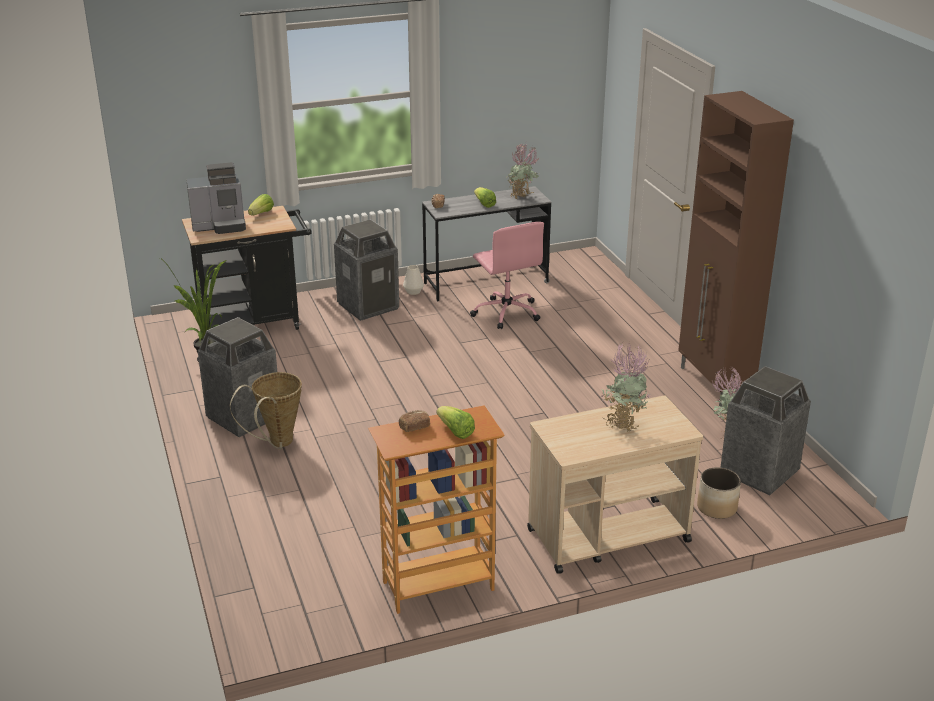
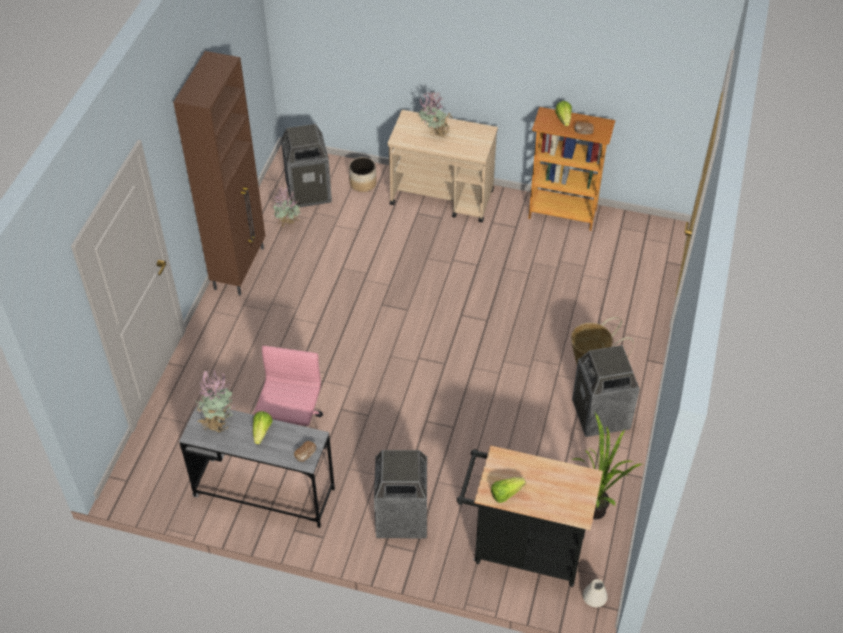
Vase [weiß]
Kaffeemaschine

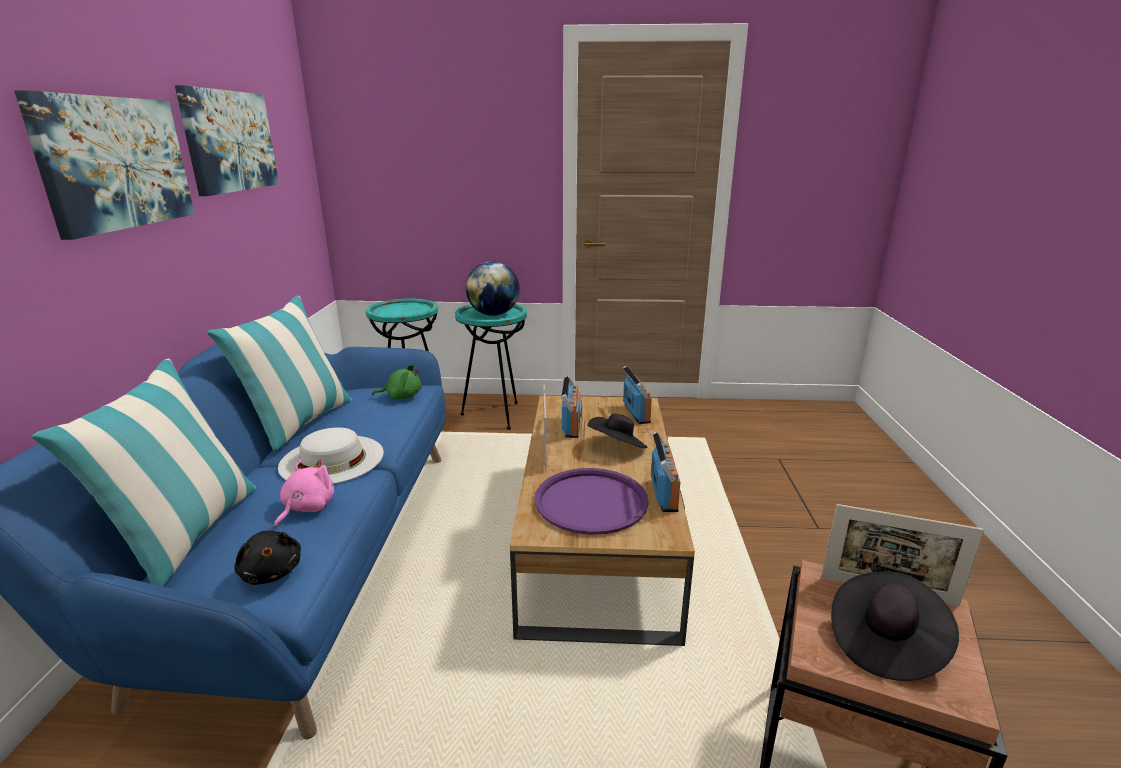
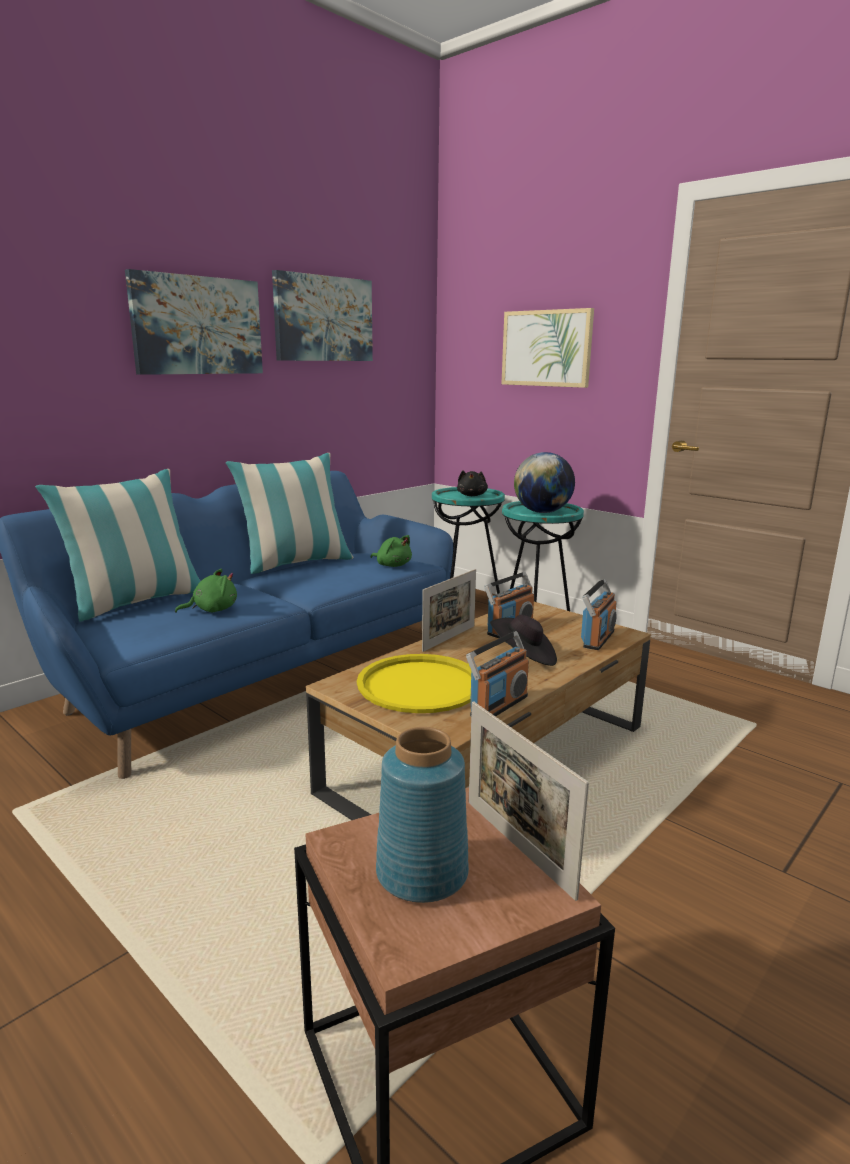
Plüschtier [grün] (no. 1 from left)
Tablett [gelb]
Vase [blau]
Plüschtier [schwarz]
Bild (no. 3 from left)
Hut [weiß]

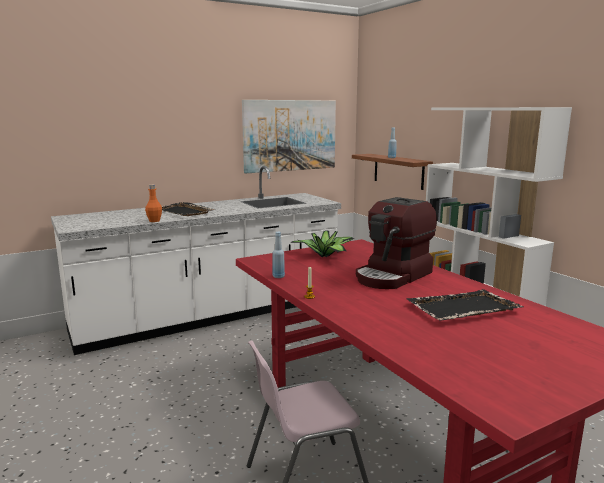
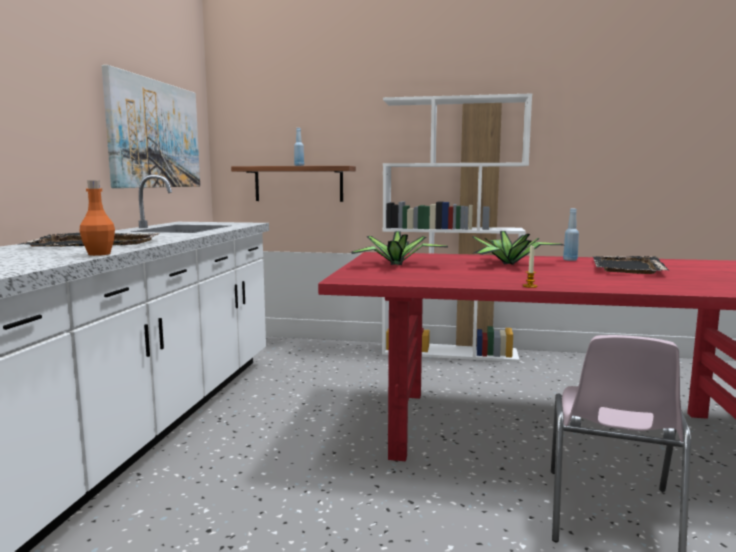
Topfpflanze (no. 2 from left)
Flasche [blau] (no. 2 from left)

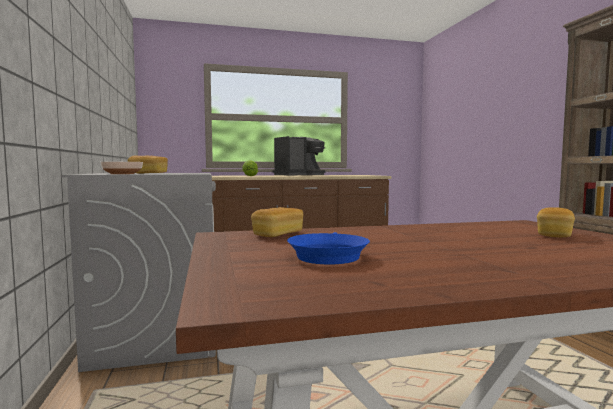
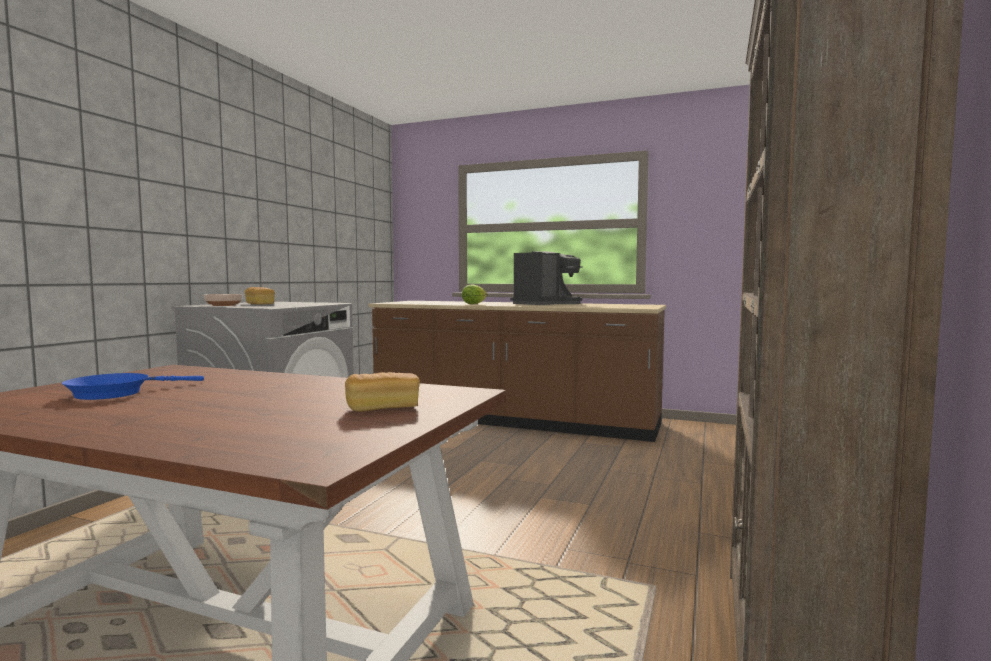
Kaffeemaschine
Brot (no. 2 from left in the first image)

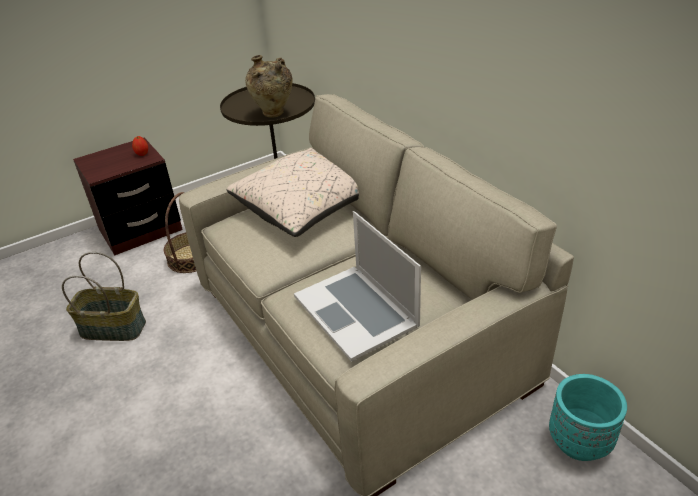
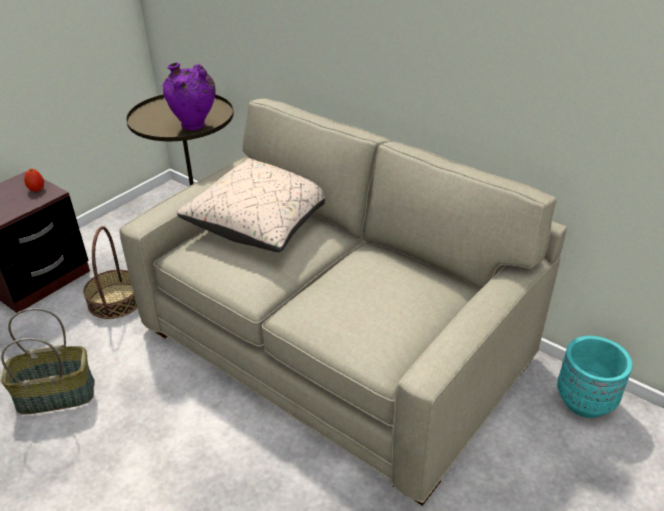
Vase [lila]
Laptop

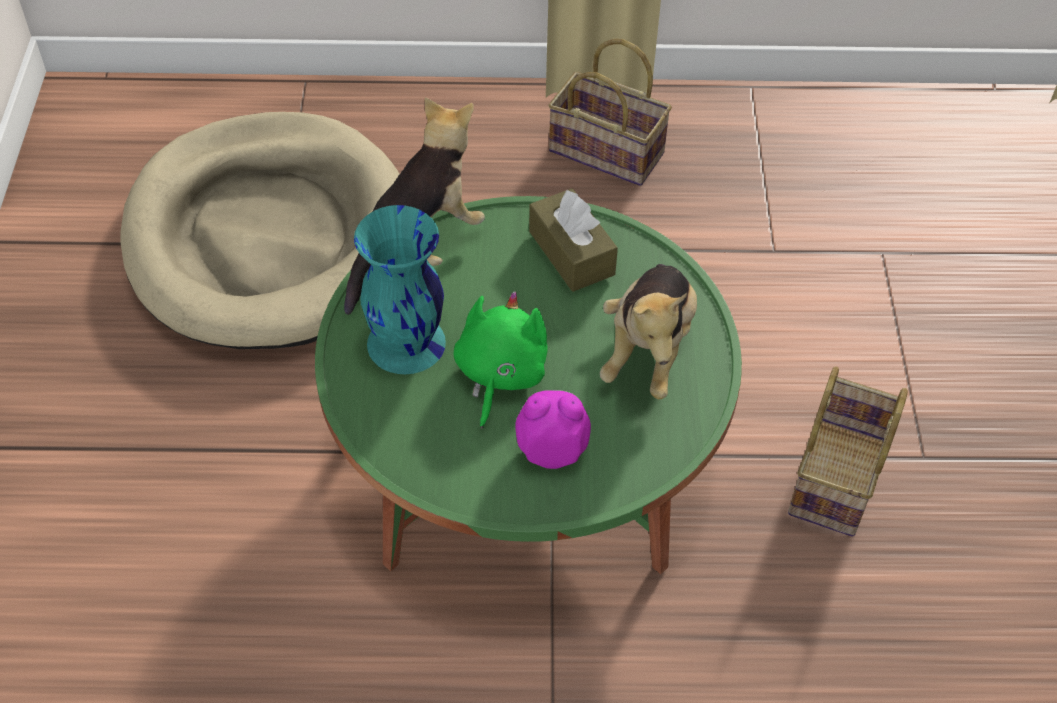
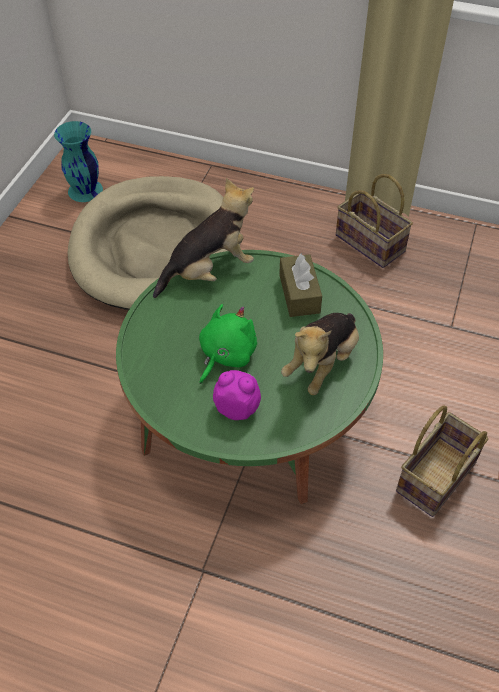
Vase [türkis]

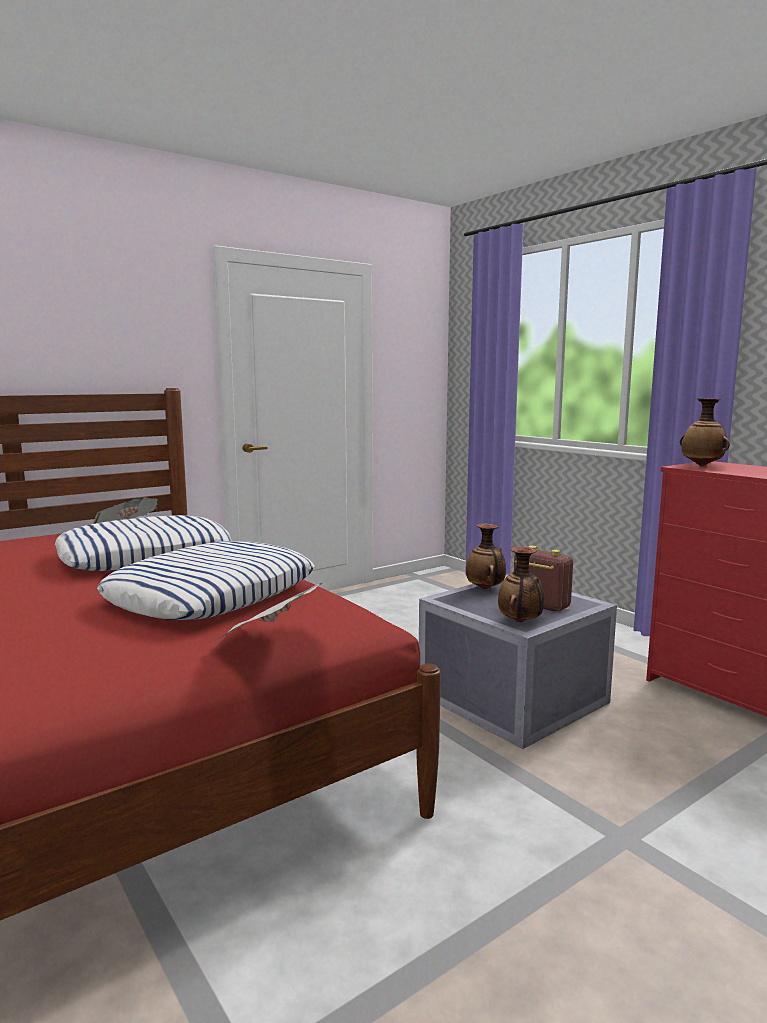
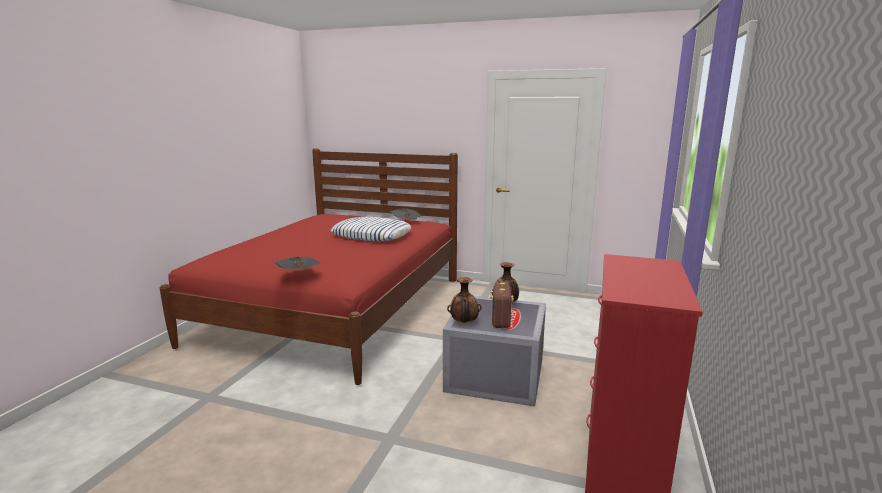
Kissen (no. 2 from left in the first image)
Vase (no. 3 from left in the first image)

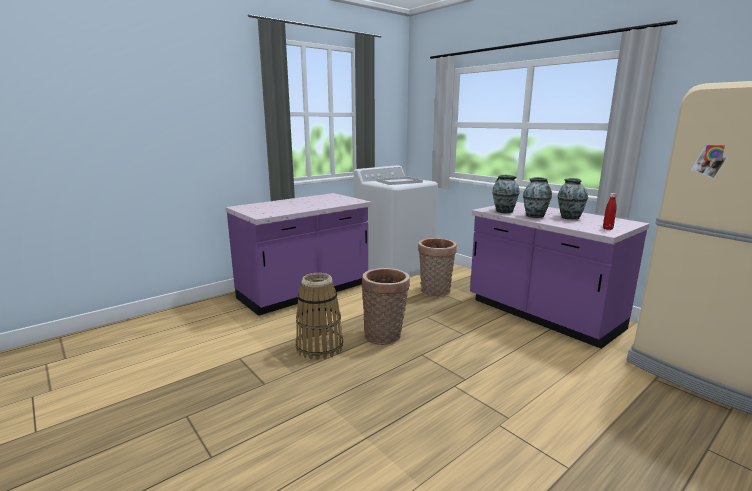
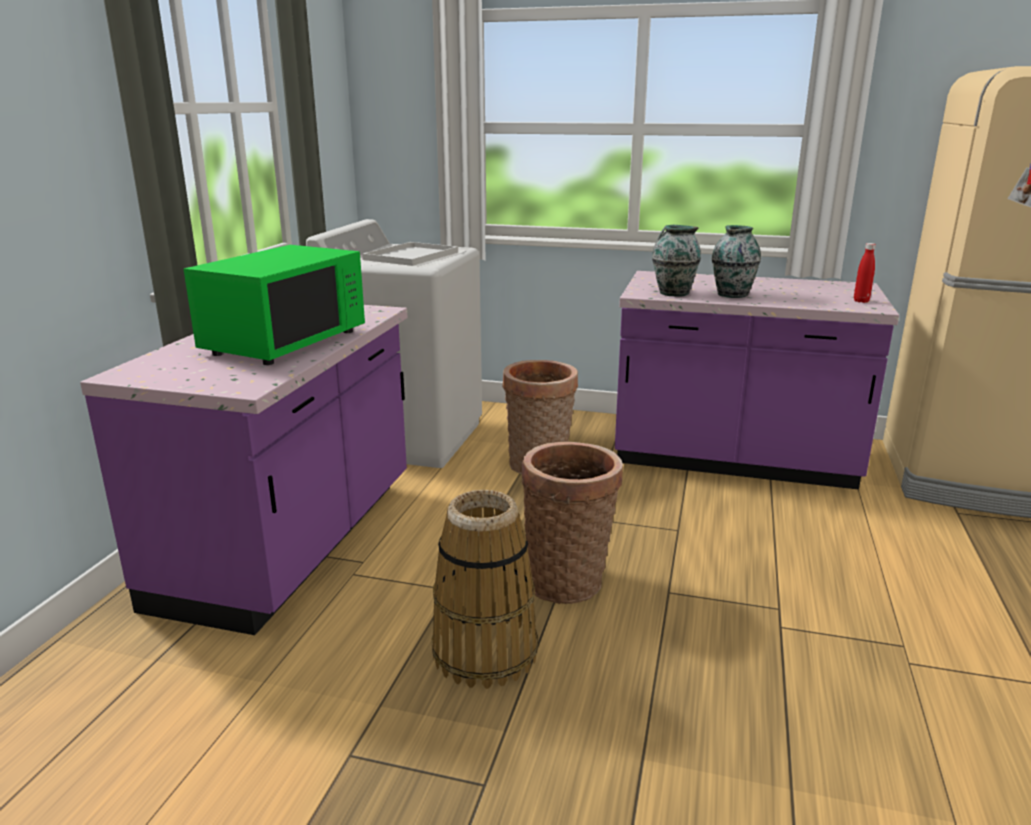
Mikrowelle [grün]
Vase (no. 3 from left in the first image)

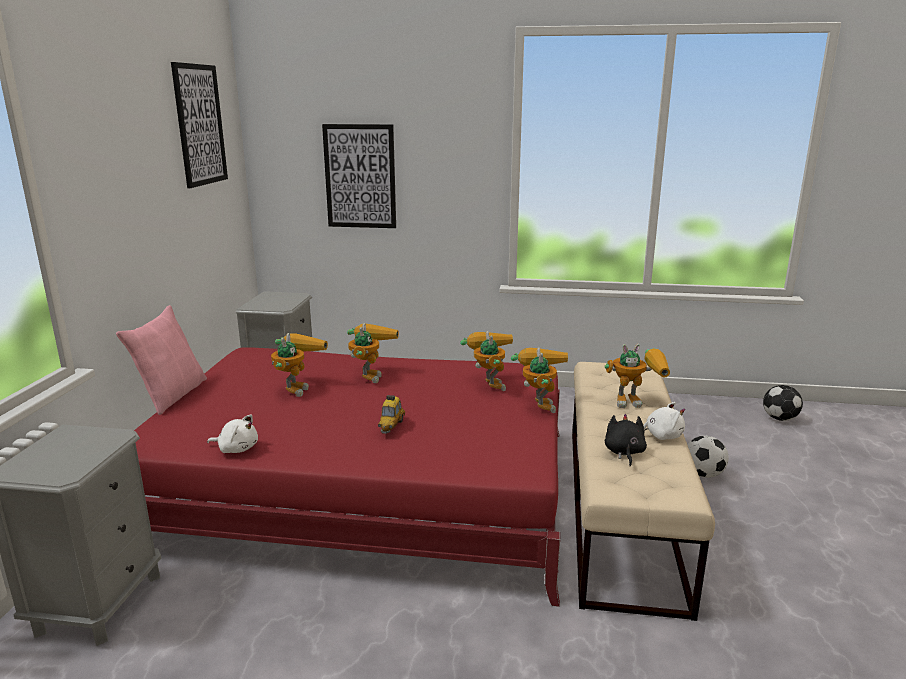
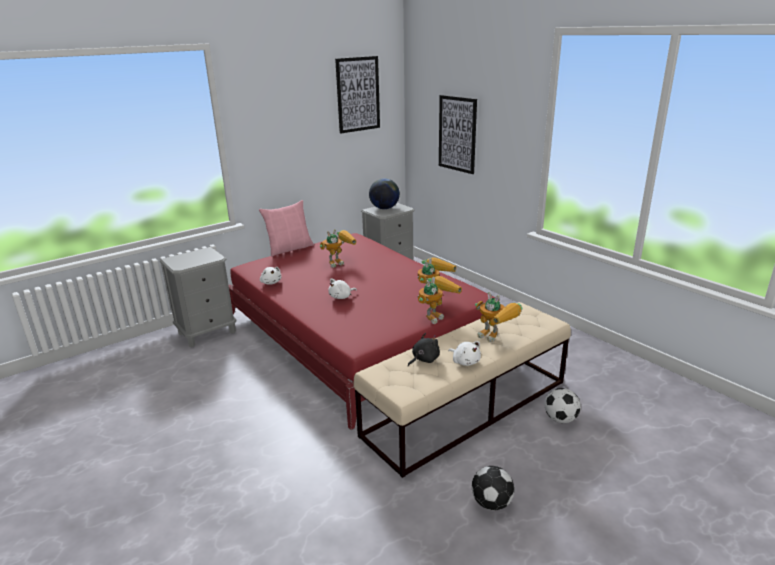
Plüschtier [weiß] (no. 2 from left)
Globus
Fußball (no. 1 from left)
Spielzeugroboter (no. 2 from left in the first image)

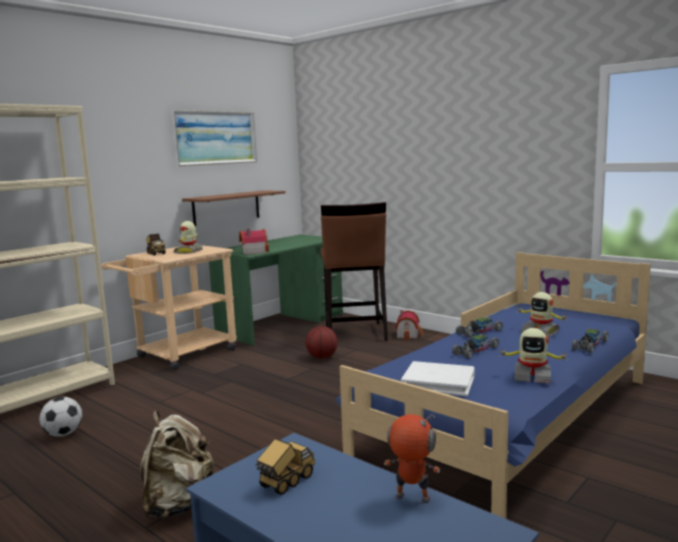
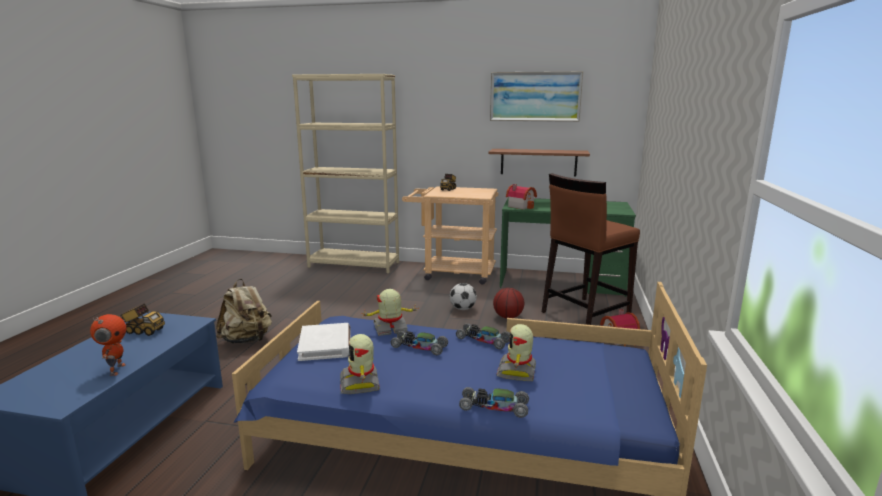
Spielzeugroboter (no. 3 from left)
Fußball

